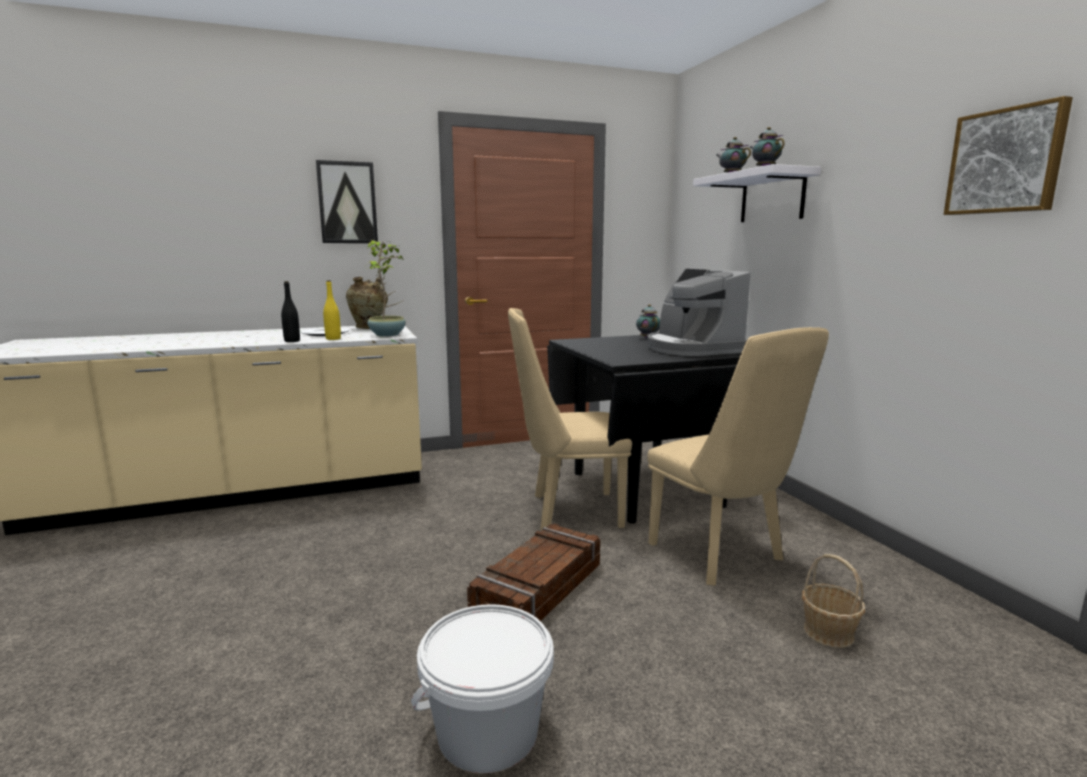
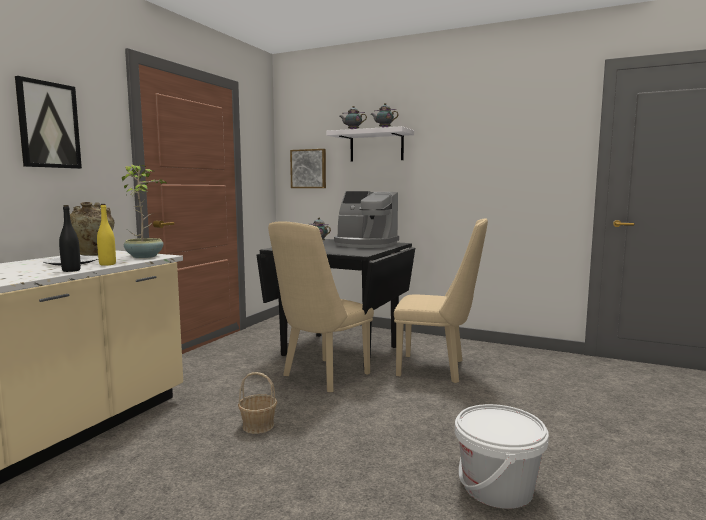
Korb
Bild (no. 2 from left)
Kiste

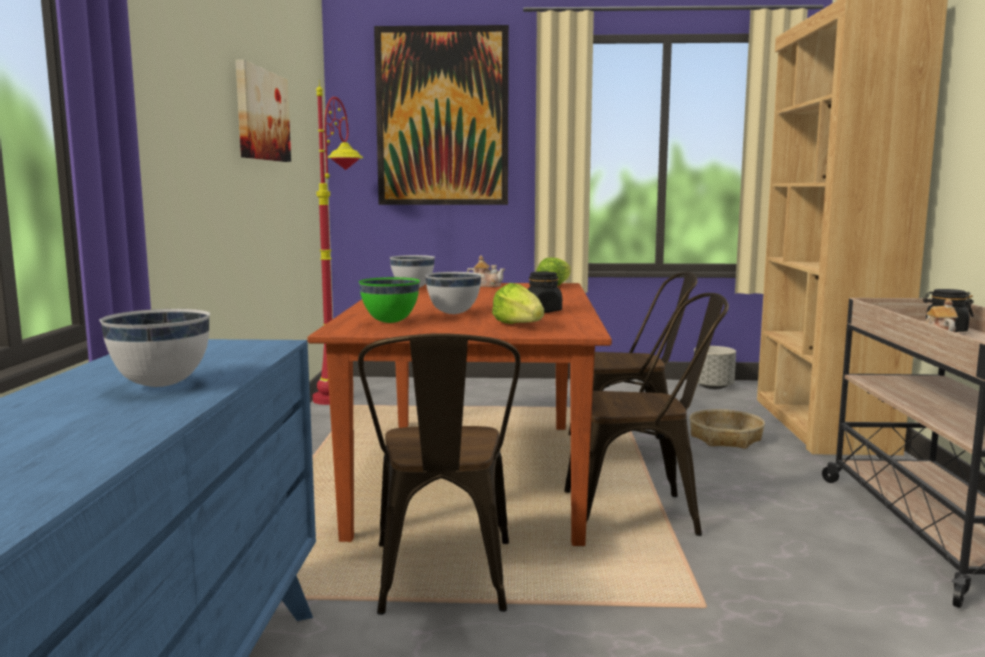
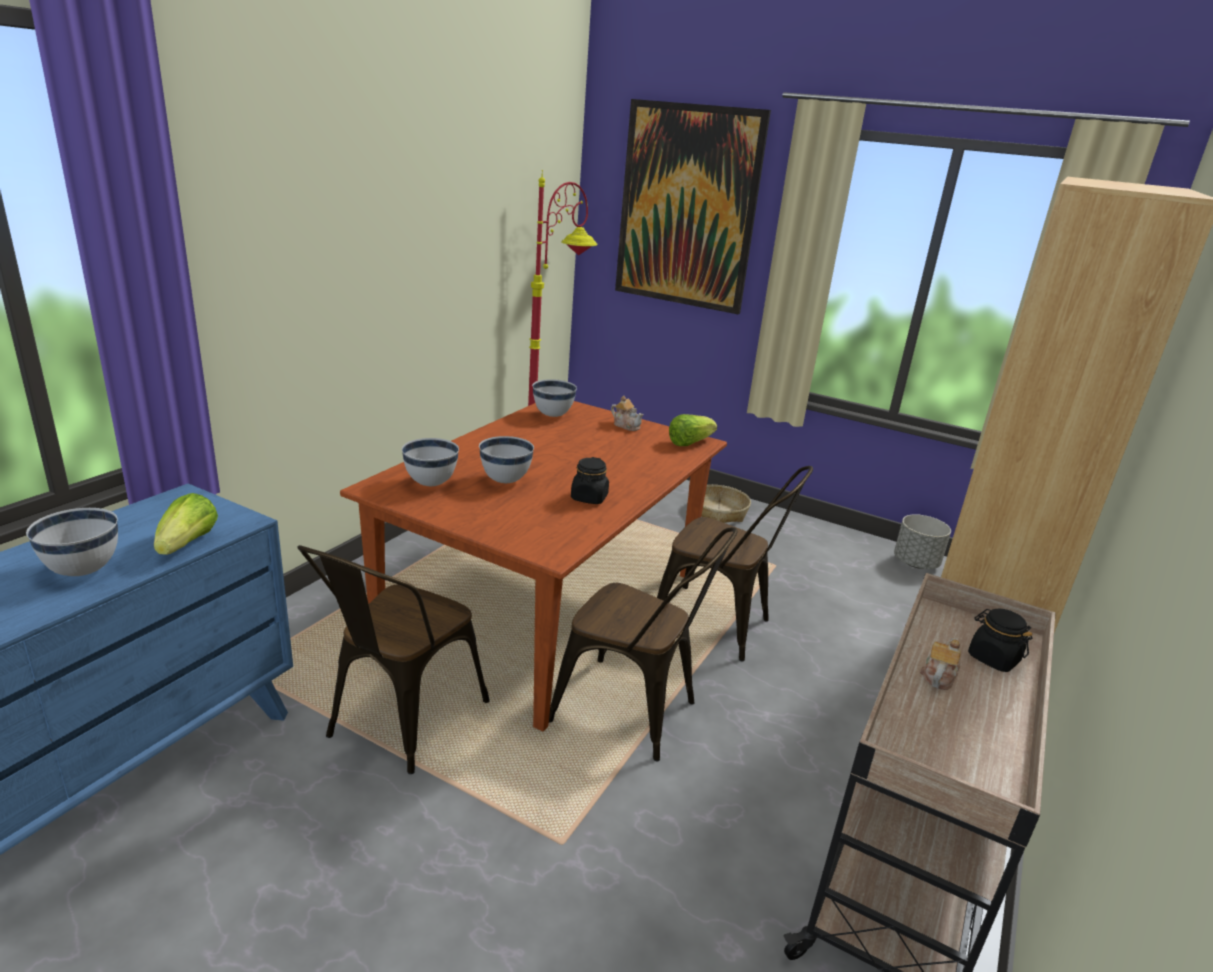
Salatkopf (no. 1 from left)
Schüssel [weiß] (no. 2 from left)
Korb
Bild (no. 1 from left in the first image)

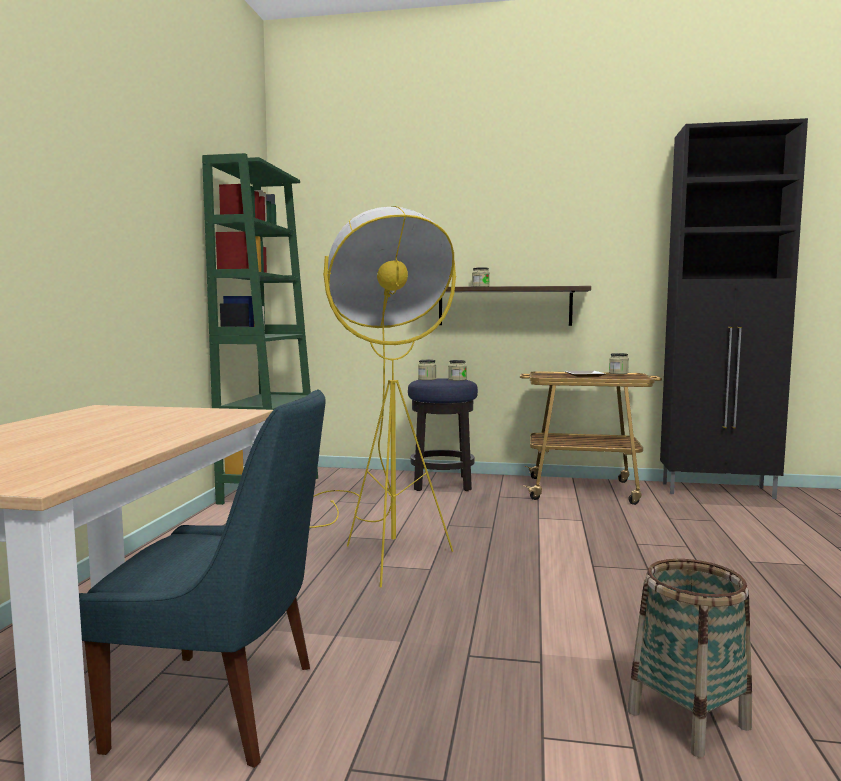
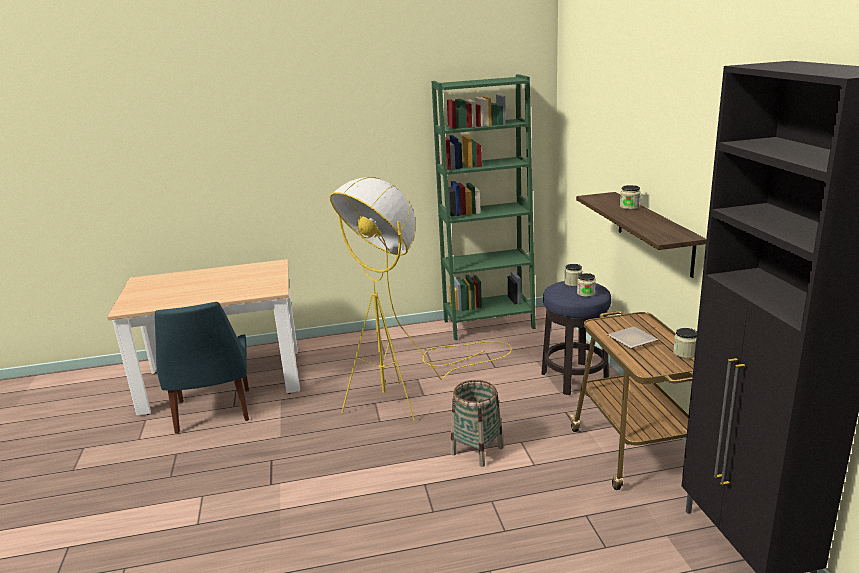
Korb

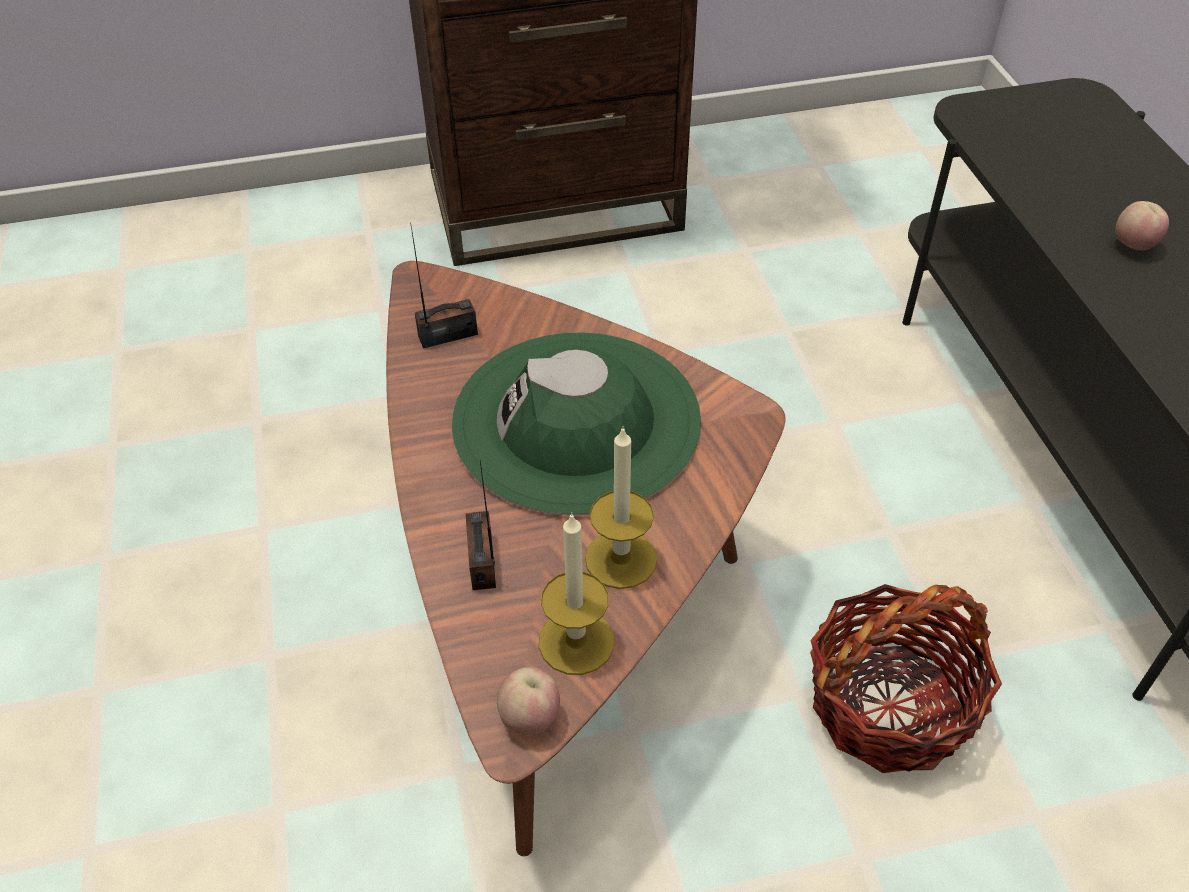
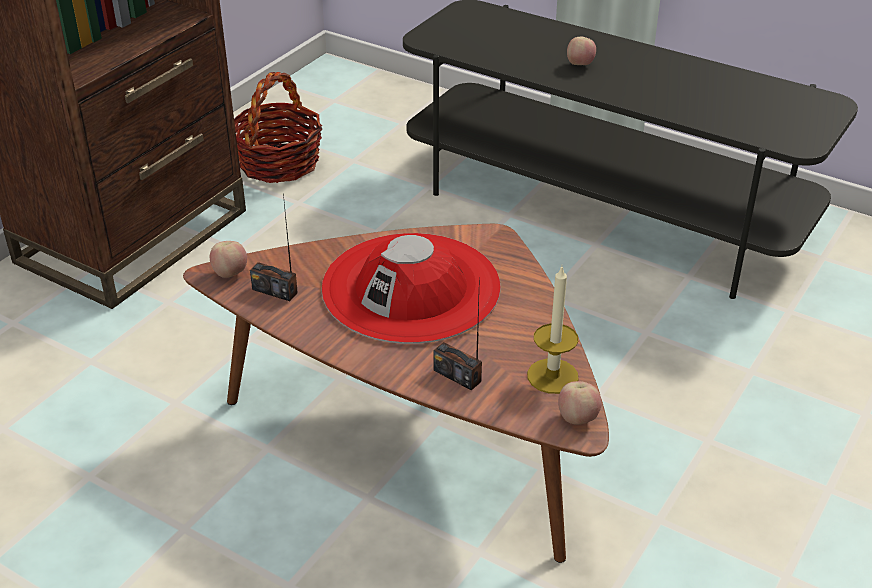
Apfel (no. 1 from left)
Korb
Radio (no. 1 from left)
Hut [rot]
Kerze (no. 2 from left in the first image)

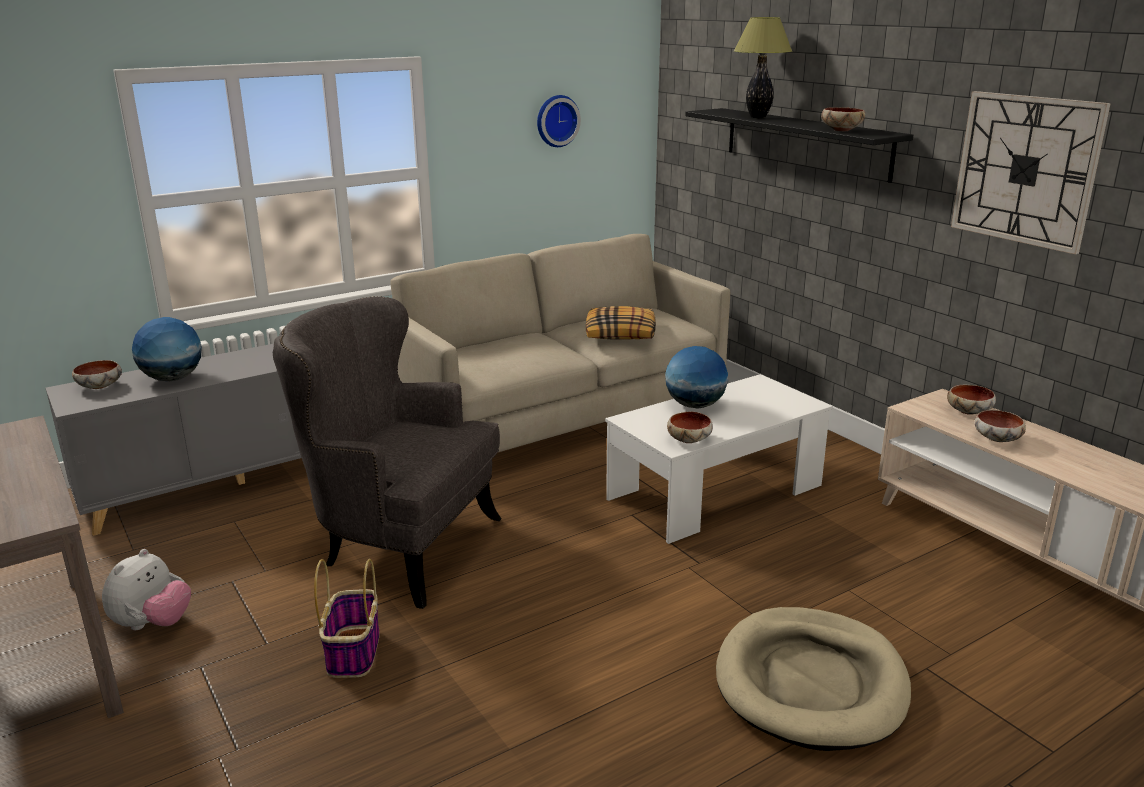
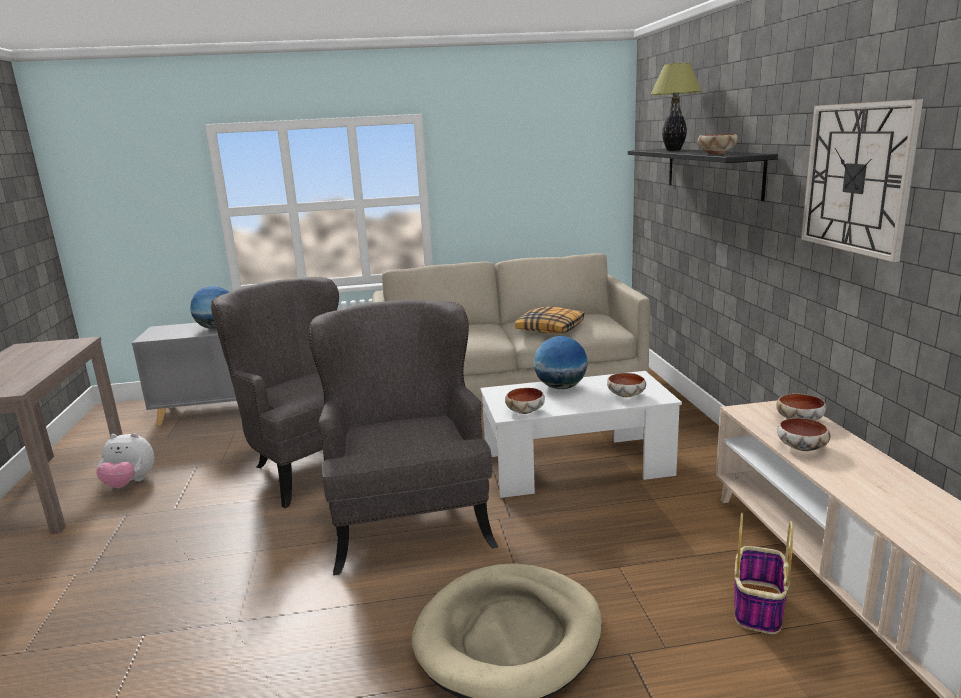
Plüschtier
Sessel [grau] (no. 2 from left)
Schüssel (no. 2 from left)
Korb
Wanduhr (no. 1 from left in the first image)

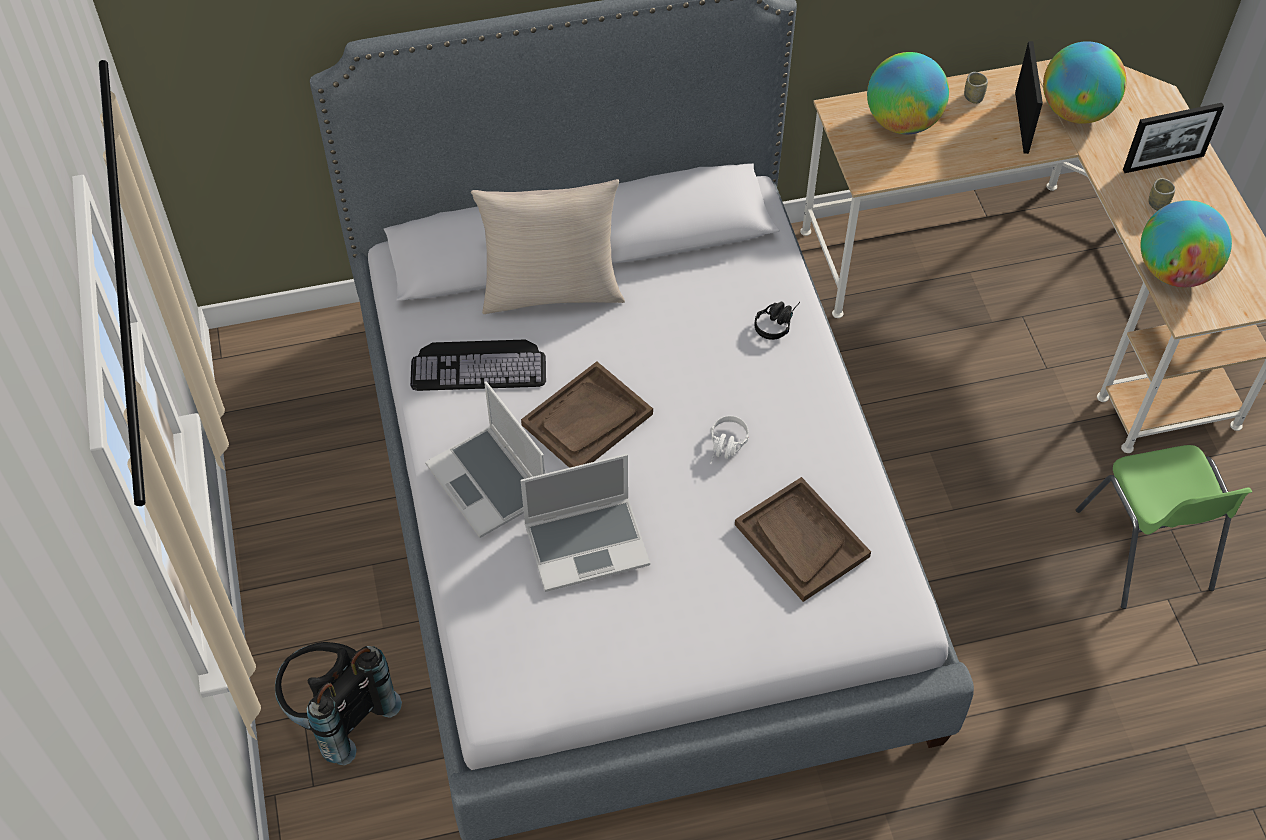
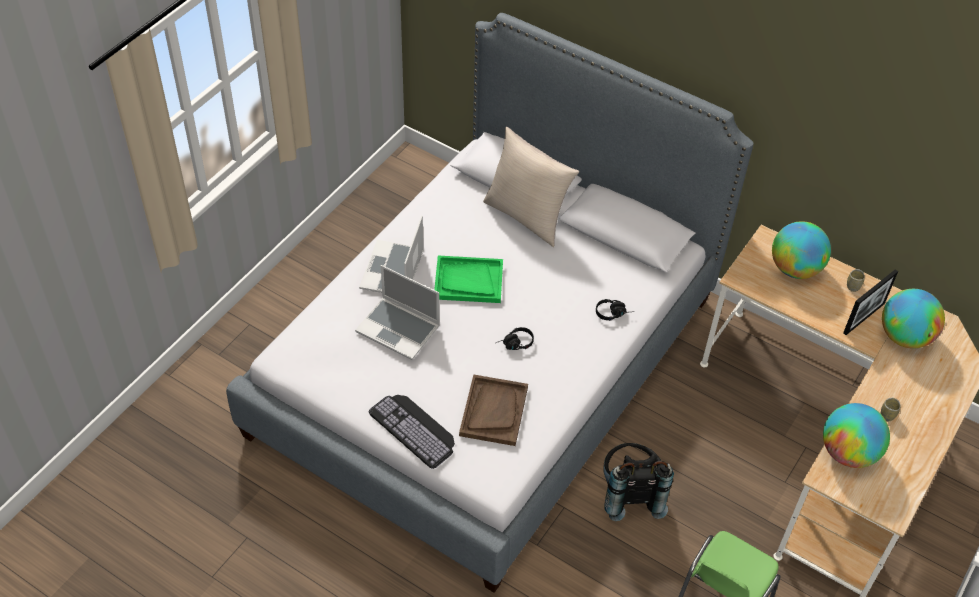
Tastatur
Tablett [grün]
Kopfhörer [schwarz] (no. 1 from left)
Rucksack [schwarz]
Bilderrahmen (no. 2 from left in the first image)

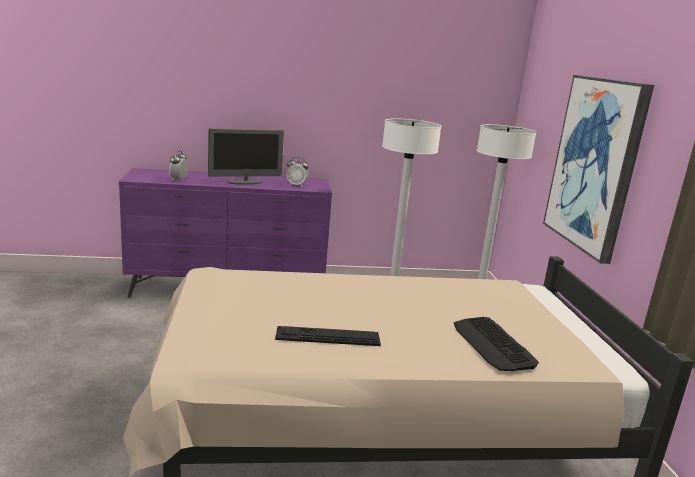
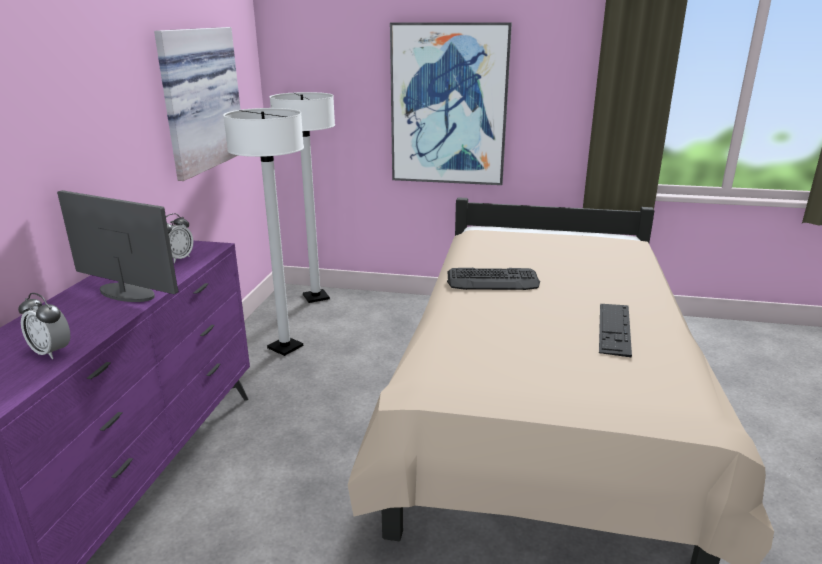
Monitor
Bild (no. 1 from left)
Tastatur (no. 1 from left)

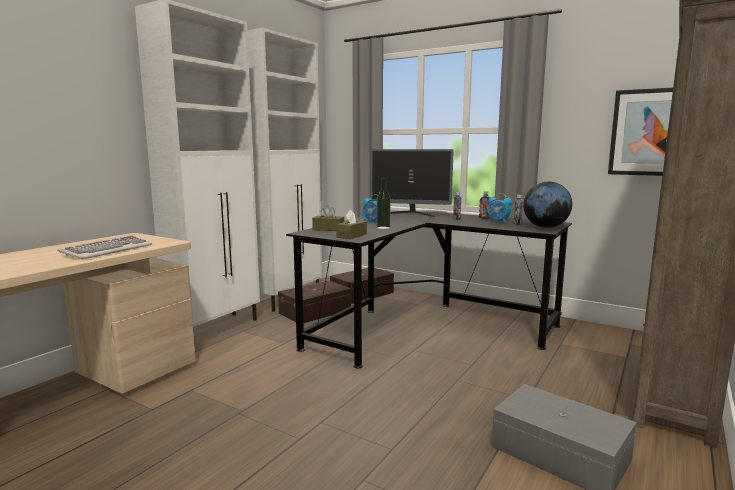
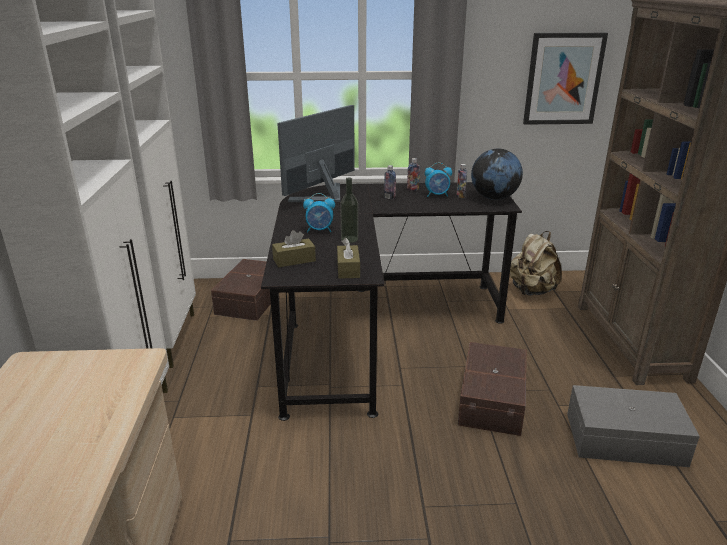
Monitor
Aufbewahrungsbox [braun] (no. 2 from left)
Rucksack [beige]
Tastatur

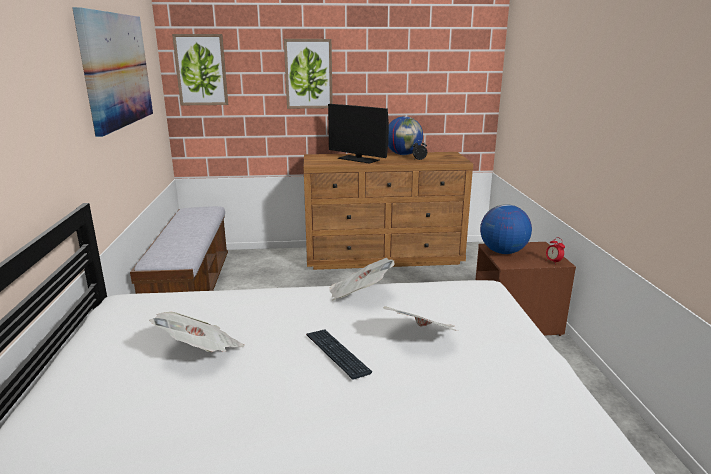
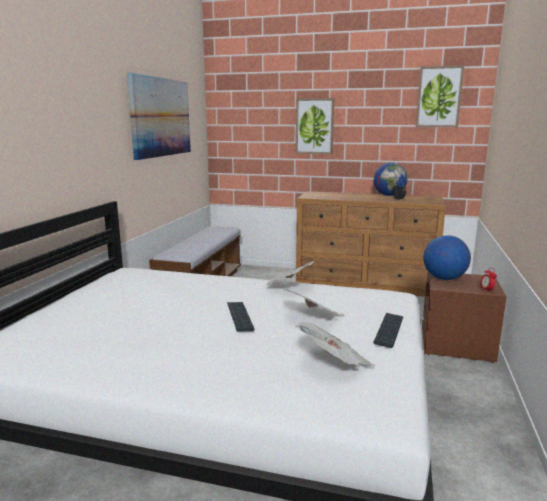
Zeitung (no. 3 from left)
Tastatur (no. 2 from left)
Bild (no. 3 from left)
Monitor

